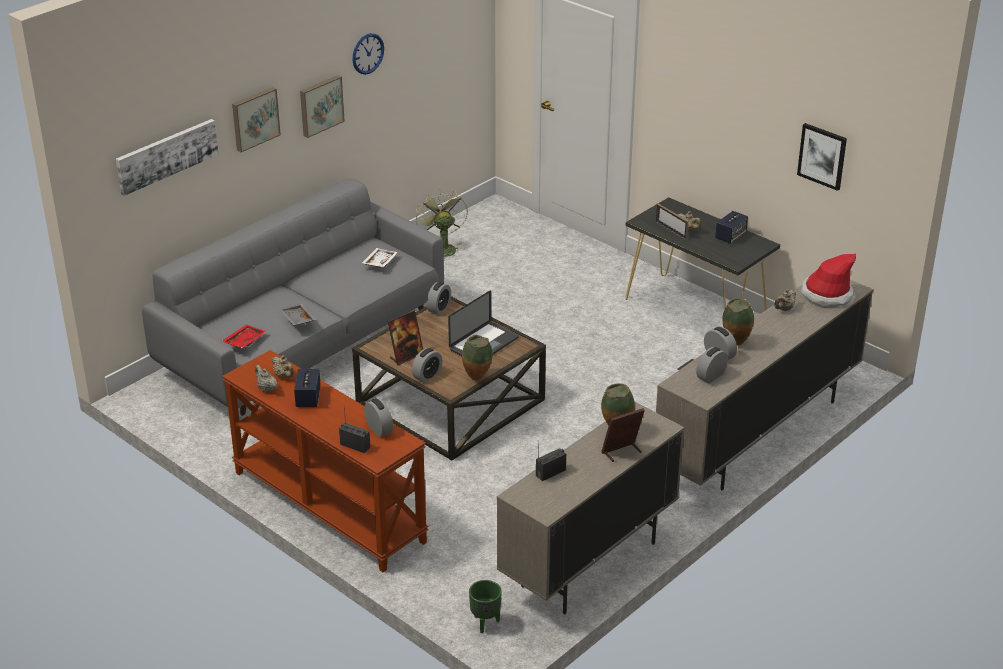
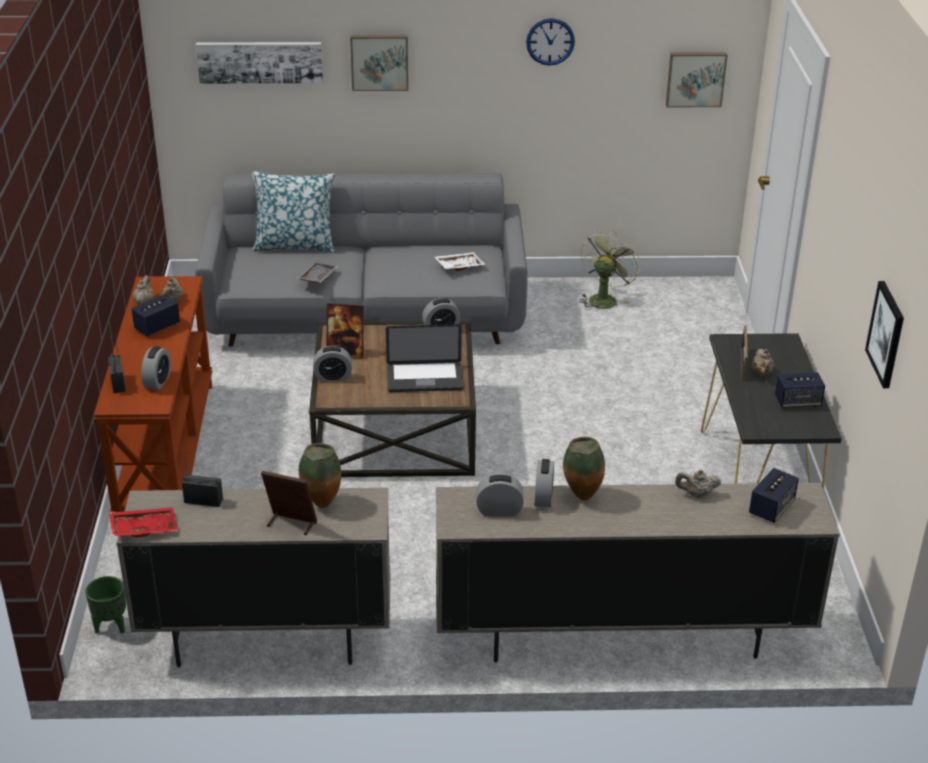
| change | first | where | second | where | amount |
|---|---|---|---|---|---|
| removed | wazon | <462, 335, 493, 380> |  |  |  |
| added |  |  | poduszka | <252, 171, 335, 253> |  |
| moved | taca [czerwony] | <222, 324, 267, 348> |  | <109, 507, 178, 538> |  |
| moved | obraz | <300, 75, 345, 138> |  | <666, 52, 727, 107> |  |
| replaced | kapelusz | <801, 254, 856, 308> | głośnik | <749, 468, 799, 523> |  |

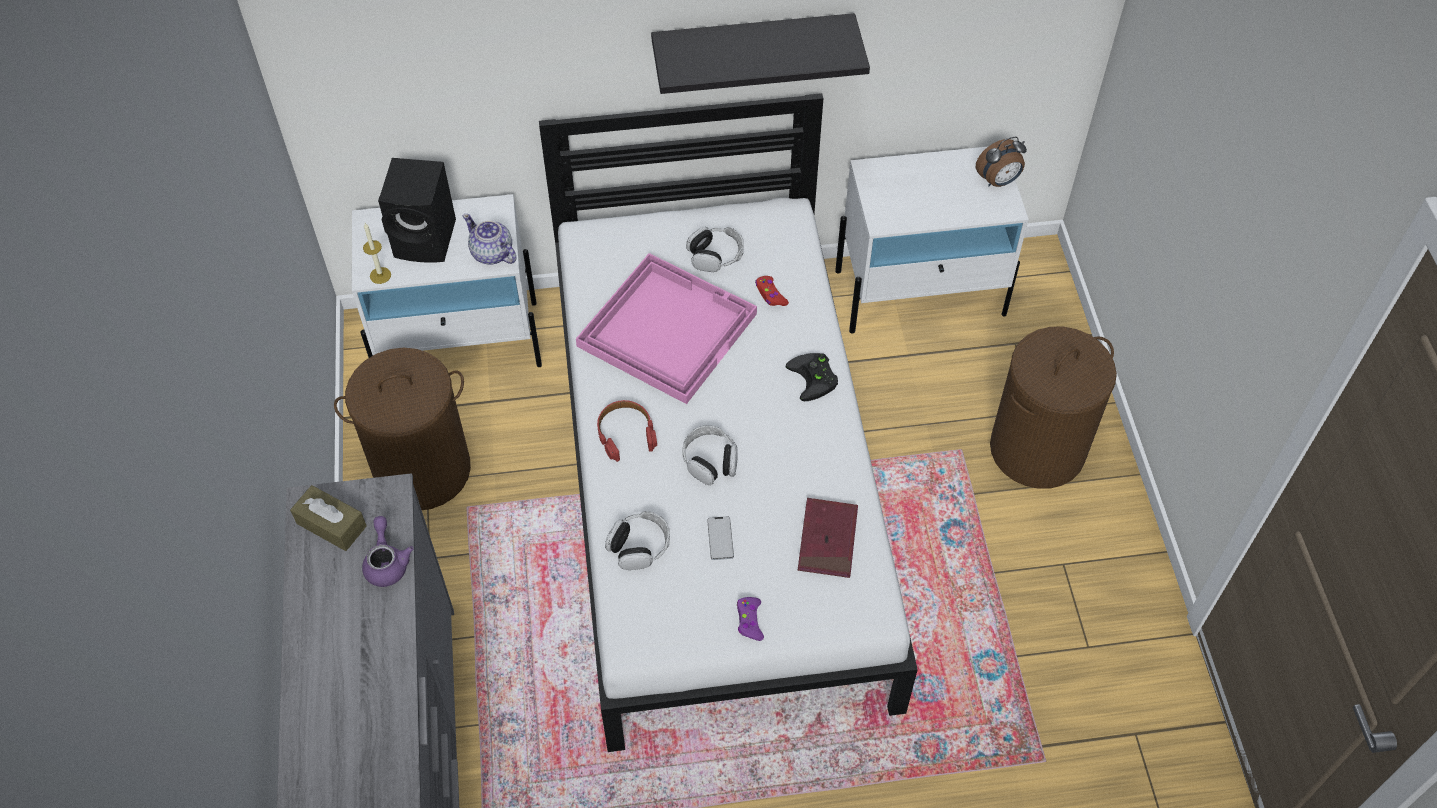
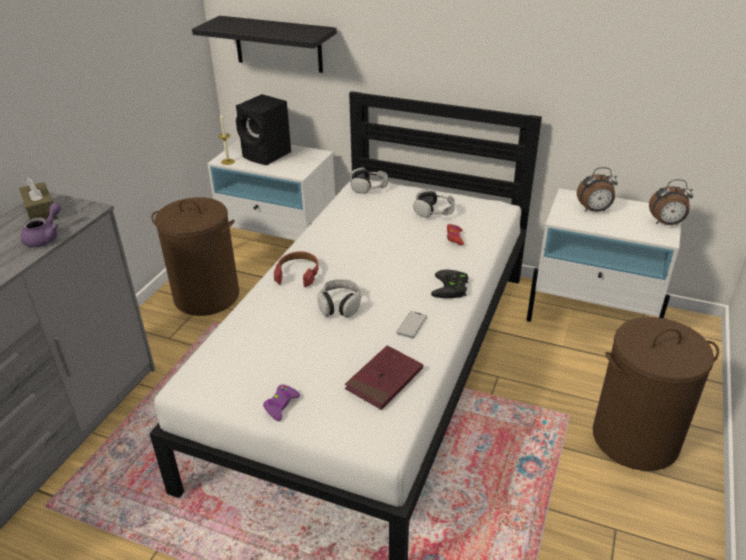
| change | first | where | second | where | amount |
|---|---|---|---|---|---|
| removed | imbryk | <463, 214, 516, 264> |  |  |  |
| removed | taca [różowy] | <576, 253, 757, 404> |  |  |  |
| added |  |  | budzik | <577, 167, 618, 212> |  |
| moved | słuchawki | <605, 511, 670, 570> |  | <350, 168, 388, 194> |  |
| moved | półka [czarny] | <651, 13, 870, 94> |  | <192, 16, 337, 73> |  |
| moved | telefon | <707, 516, 734, 560> |  | <397, 311, 427, 338> |  |

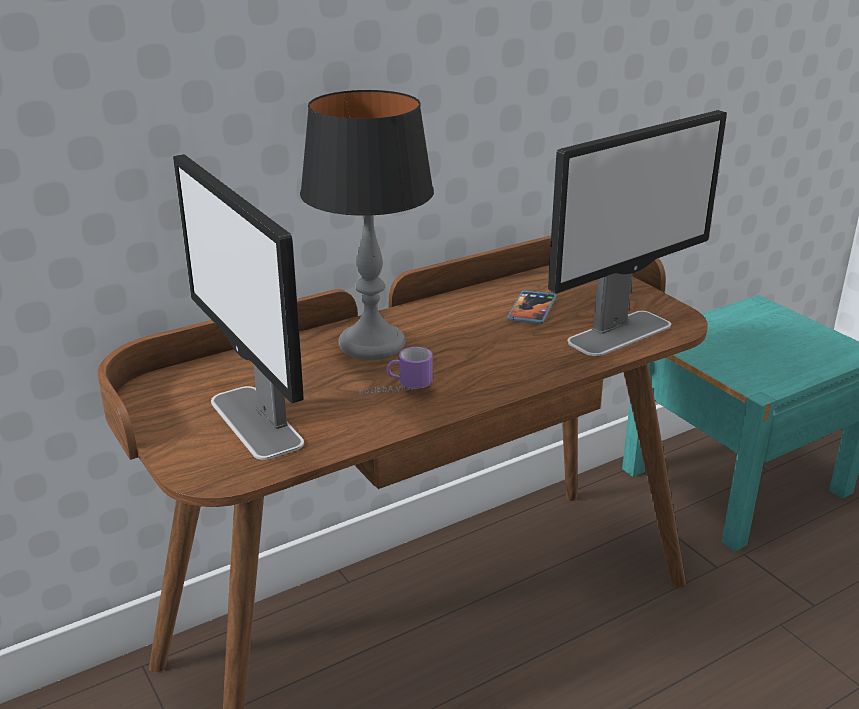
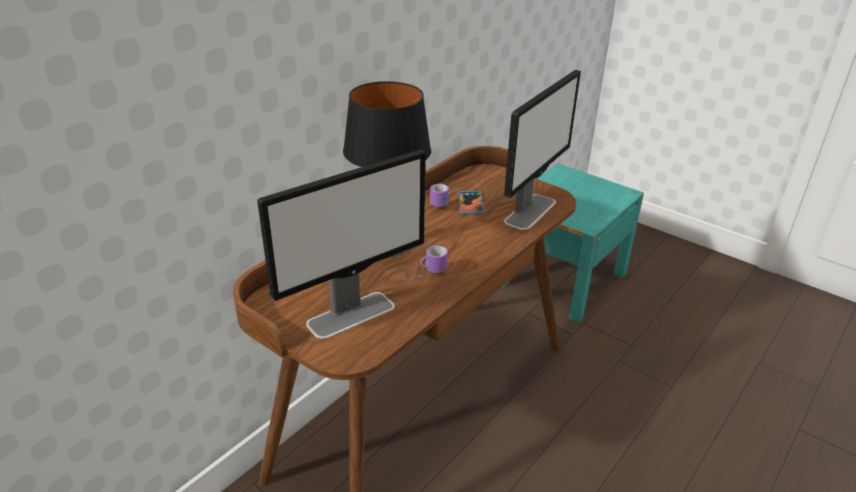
| change | first | where | second | where | amount |
|---|---|---|---|---|---|
| added |  |  | kubek | <430, 184, 451, 207> |  |
| turned | monitor | <173, 154, 304, 460> |  | <257, 150, 426, 339> | 75 degrees counterclockwise |

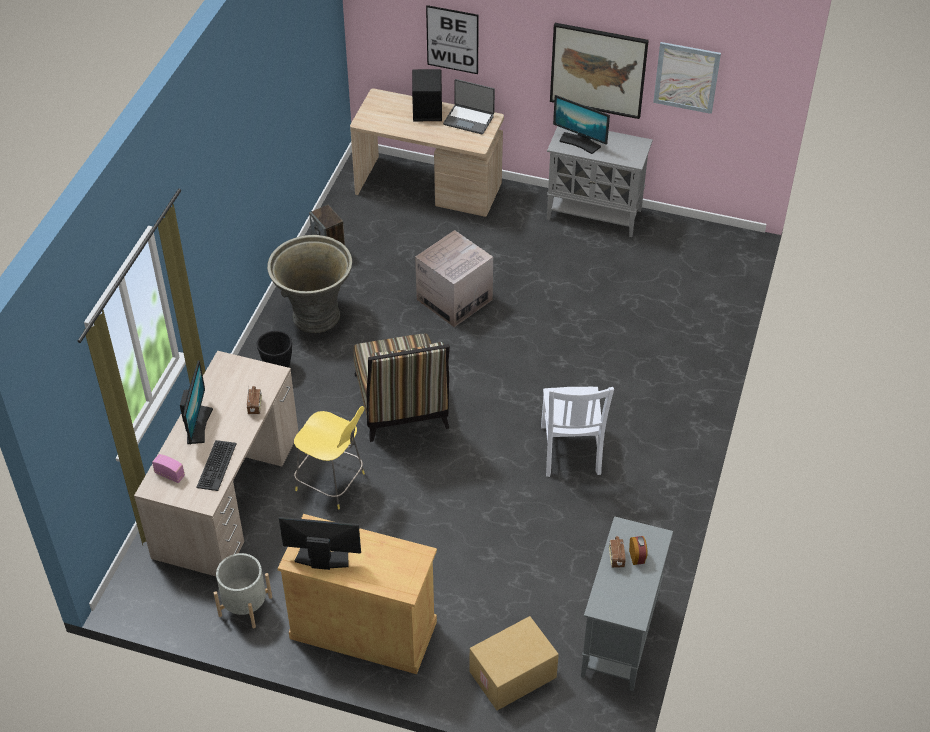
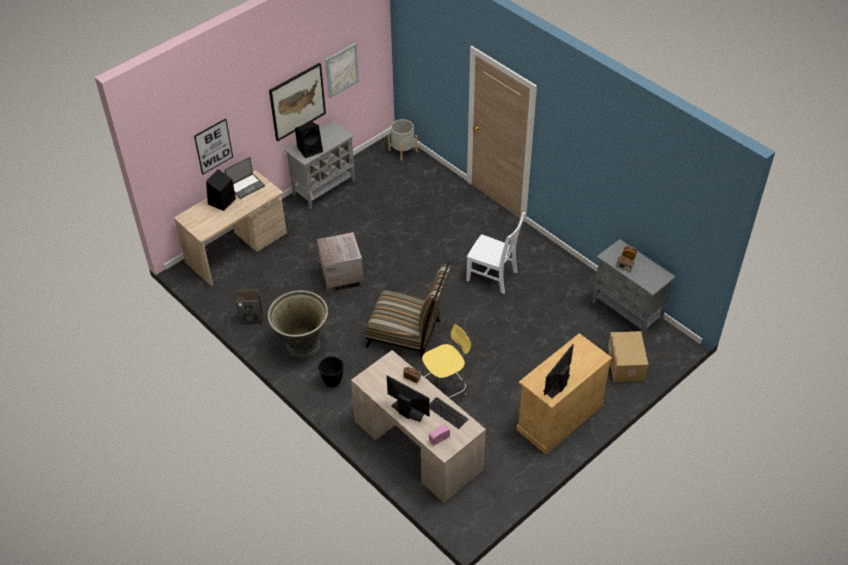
| change | first | where | second | where | amount |
|---|---|---|---|---|---|
| moved | donica [szary] | <214, 553, 272, 629> |  | <388, 119, 417, 161> |  |
| replaced | monitor | <553, 95, 610, 154> | głośnik [czarny] | <295, 122, 323, 158> |  |

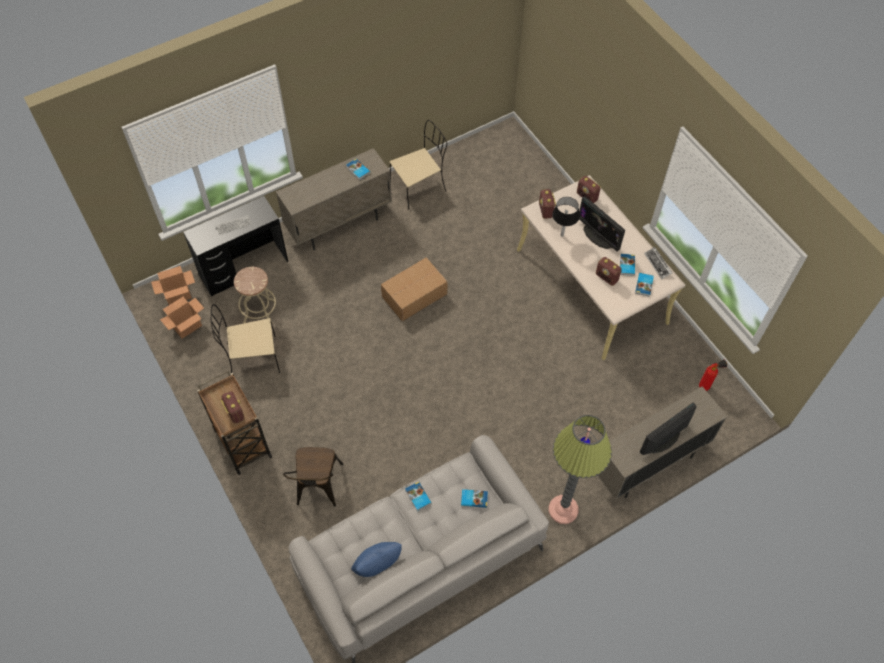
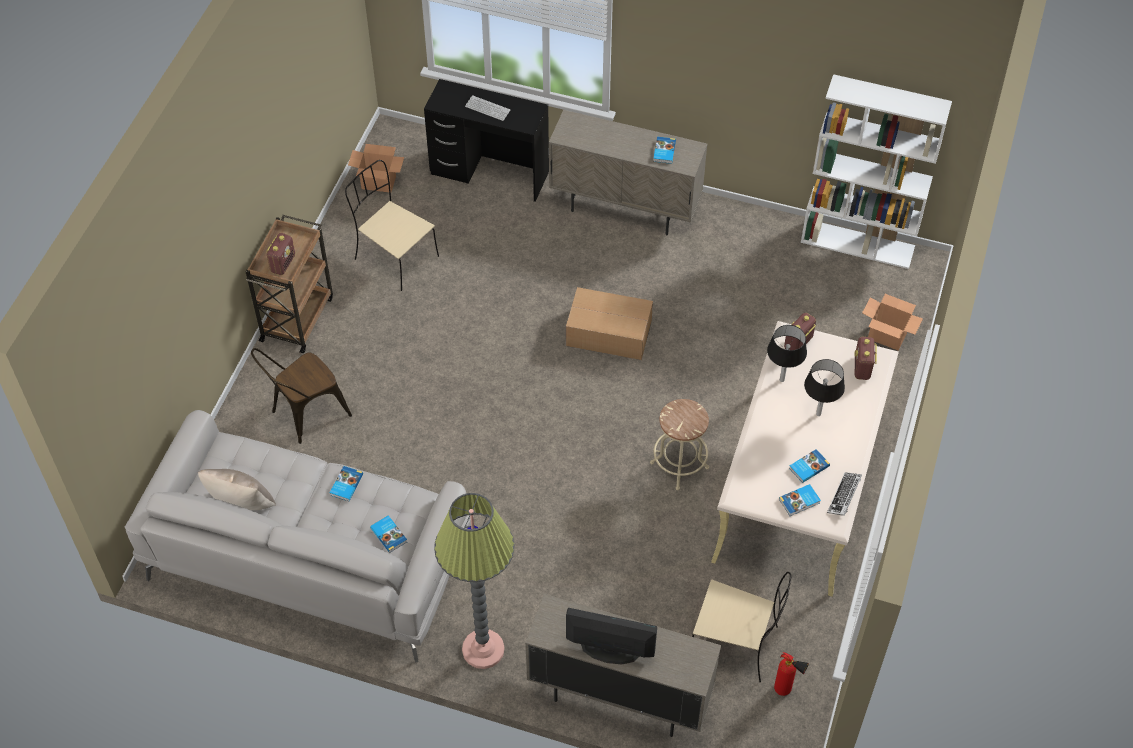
| change | first | where | second | where | amount |
|---|---|---|---|---|---|
| removed | radio | <596, 257, 622, 286> |  |  |  |
| added |  |  | regał [biały] | <801, 74, 952, 269> |  |
| moved | karton | <151, 266, 195, 305> |  | <862, 294, 923, 350> |  |
| moved | stołek [beżowy] | <234, 267, 276, 324> |  | <650, 399, 709, 490> |  |
| moved | krzesło [beżowy] | <389, 120, 447, 209> |  | <692, 572, 791, 682> |  |
| replaced | monitor | <579, 196, 625, 252> | lampa stołowa [czarny] | <804, 359, 845, 416> |  |
| recoloured | poduszka [niebieski] | <351, 542, 402, 577> | poduszka [beżowy] | <198, 469, 276, 510> |  |

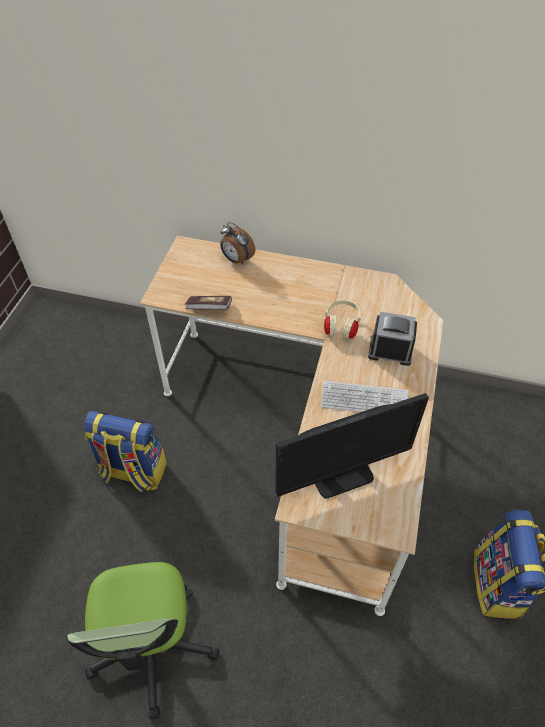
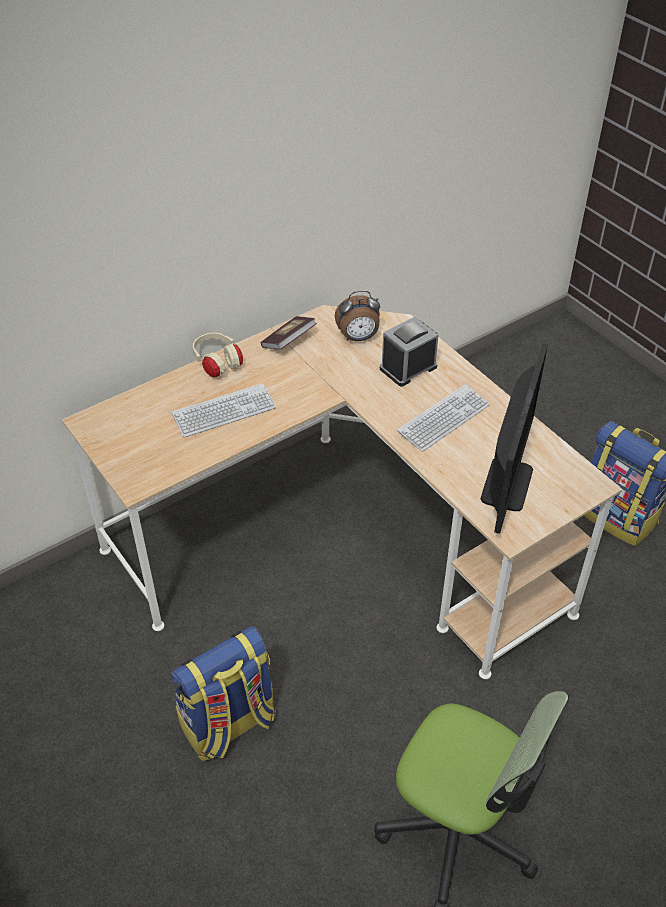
| change | first | where | second | where | amount |
|---|---|---|---|---|---|
| added |  |  | klawiatura | <172, 383, 276, 438> |  |
| moved | książka | <185, 296, 232, 310> |  | <261, 316, 317, 350> |  |
| moved | budzik | <220, 222, 255, 265> |  | <335, 290, 380, 341> |  |
| moved | słuchawki [beżowy] | <324, 300, 361, 339> |  | <193, 332, 243, 378> |  |

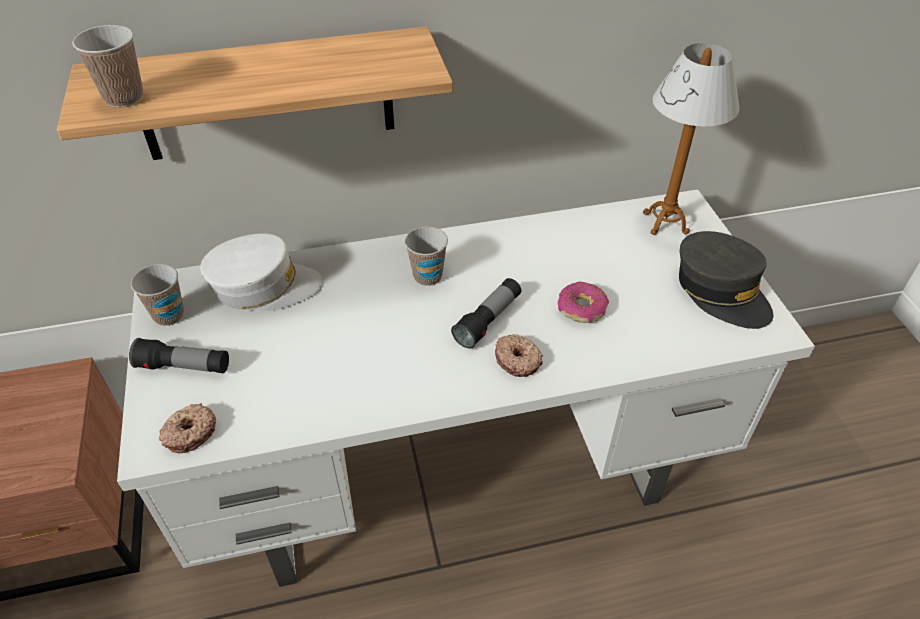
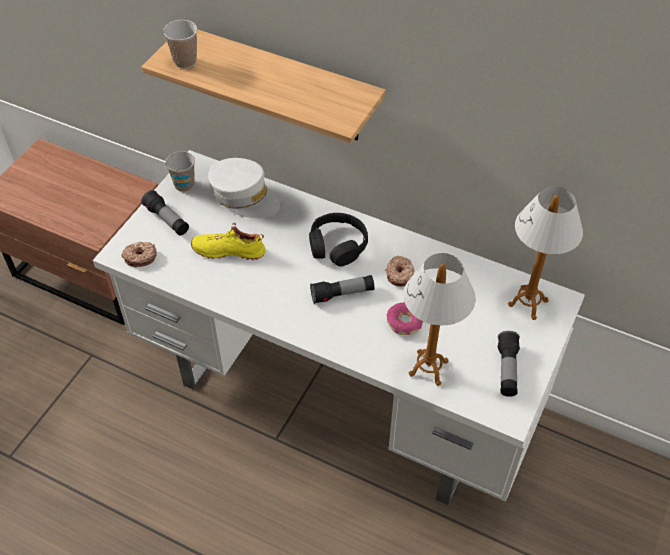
| change | first | where | second | where | amount |
|---|---|---|---|---|---|
| added |  |  | but [żółty] | <191, 223, 265, 260> |  |
| added |  |  | lampa stołowa | <403, 253, 476, 386> |  |
| moved | donut | <495, 334, 543, 377> |  | <385, 256, 414, 286> |  |
| replaced | filiżanka | <405, 227, 448, 286> | słuchawki [czarny] | <309, 213, 368, 266> |  |
| replaced | czapka z daszkiem [szary] | <679, 231, 773, 329> | latarka | <498, 331, 520, 397> |  |

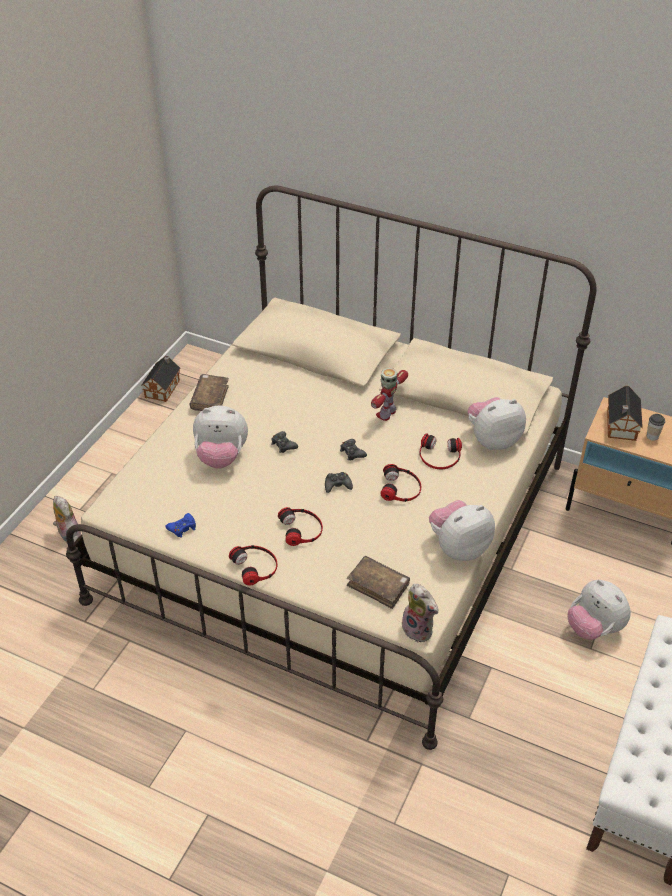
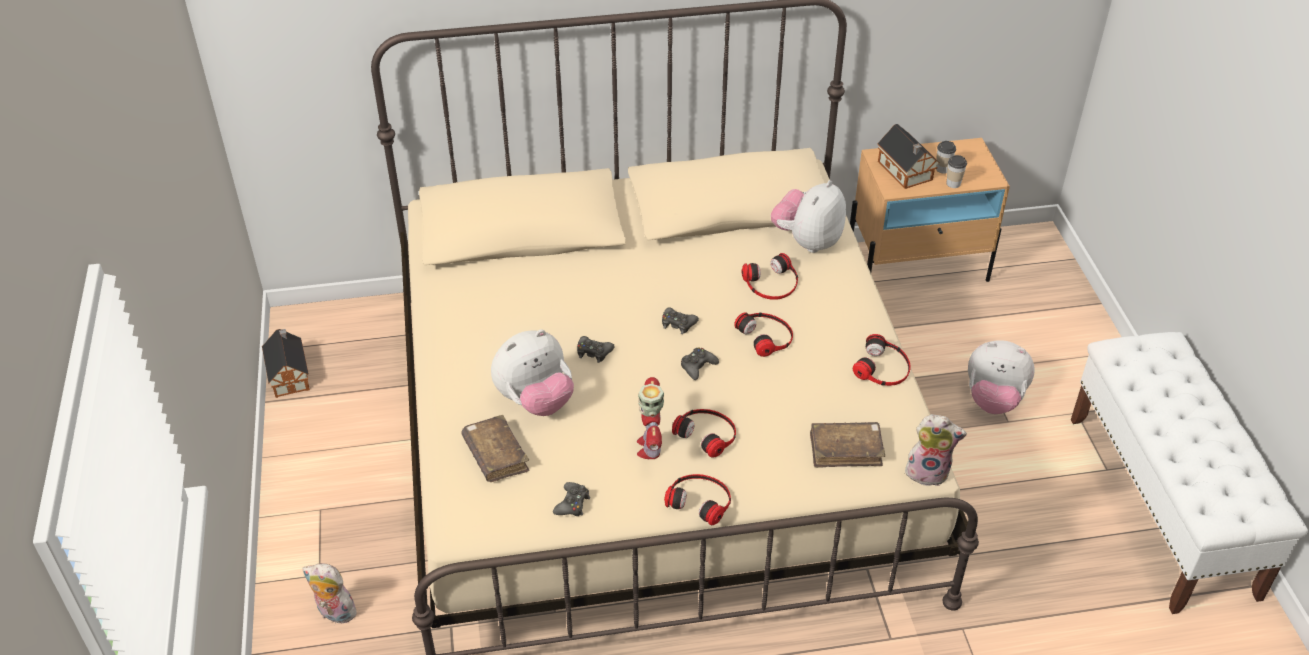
| change | first | where | second | where | amount |
|---|---|---|---|---|---|
| added |  |  | filiżanka | <947, 155, 967, 188> |  |
| moved | książka [brązowy] | <190, 374, 229, 411> |  | <461, 415, 530, 482> |  |
| moved | robot zabawkowy | <371, 368, 408, 421> |  | <637, 377, 664, 459> |  |
| replaced | pluszak | <429, 500, 495, 561> | słuchawki | <853, 334, 911, 386> |  |
| recoloured | pad do gier [niebieski] | <165, 513, 196, 537> | pad do gier [czarny] | <553, 482, 590, 516> |  |

